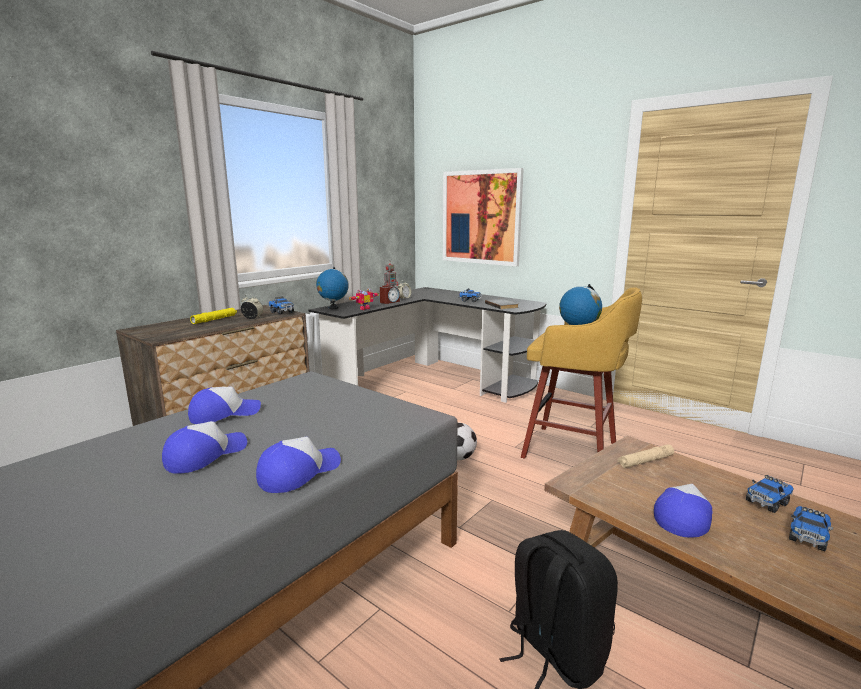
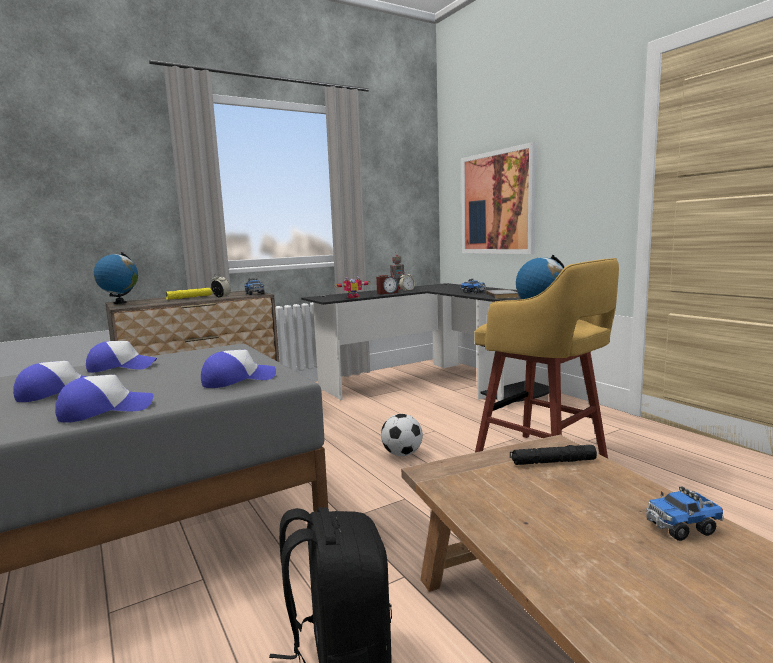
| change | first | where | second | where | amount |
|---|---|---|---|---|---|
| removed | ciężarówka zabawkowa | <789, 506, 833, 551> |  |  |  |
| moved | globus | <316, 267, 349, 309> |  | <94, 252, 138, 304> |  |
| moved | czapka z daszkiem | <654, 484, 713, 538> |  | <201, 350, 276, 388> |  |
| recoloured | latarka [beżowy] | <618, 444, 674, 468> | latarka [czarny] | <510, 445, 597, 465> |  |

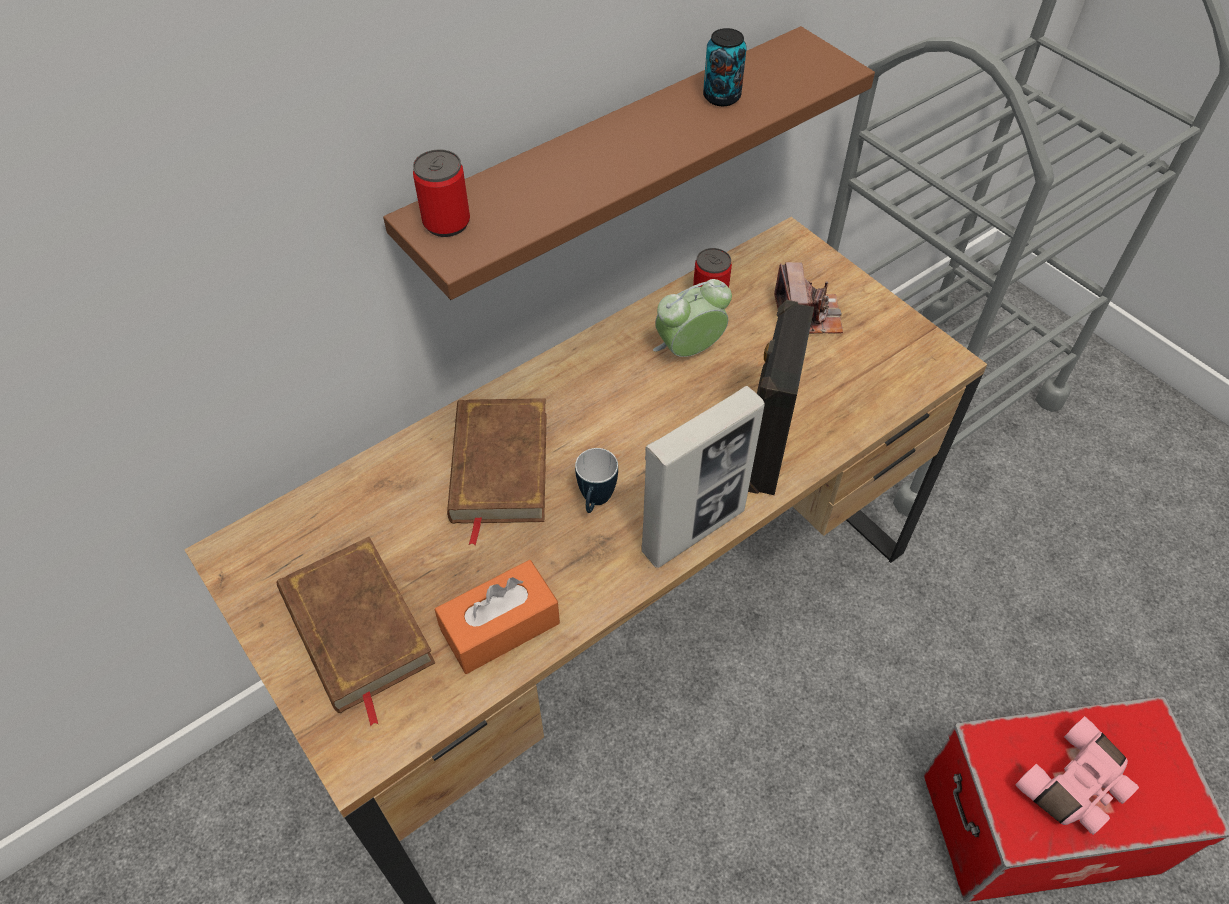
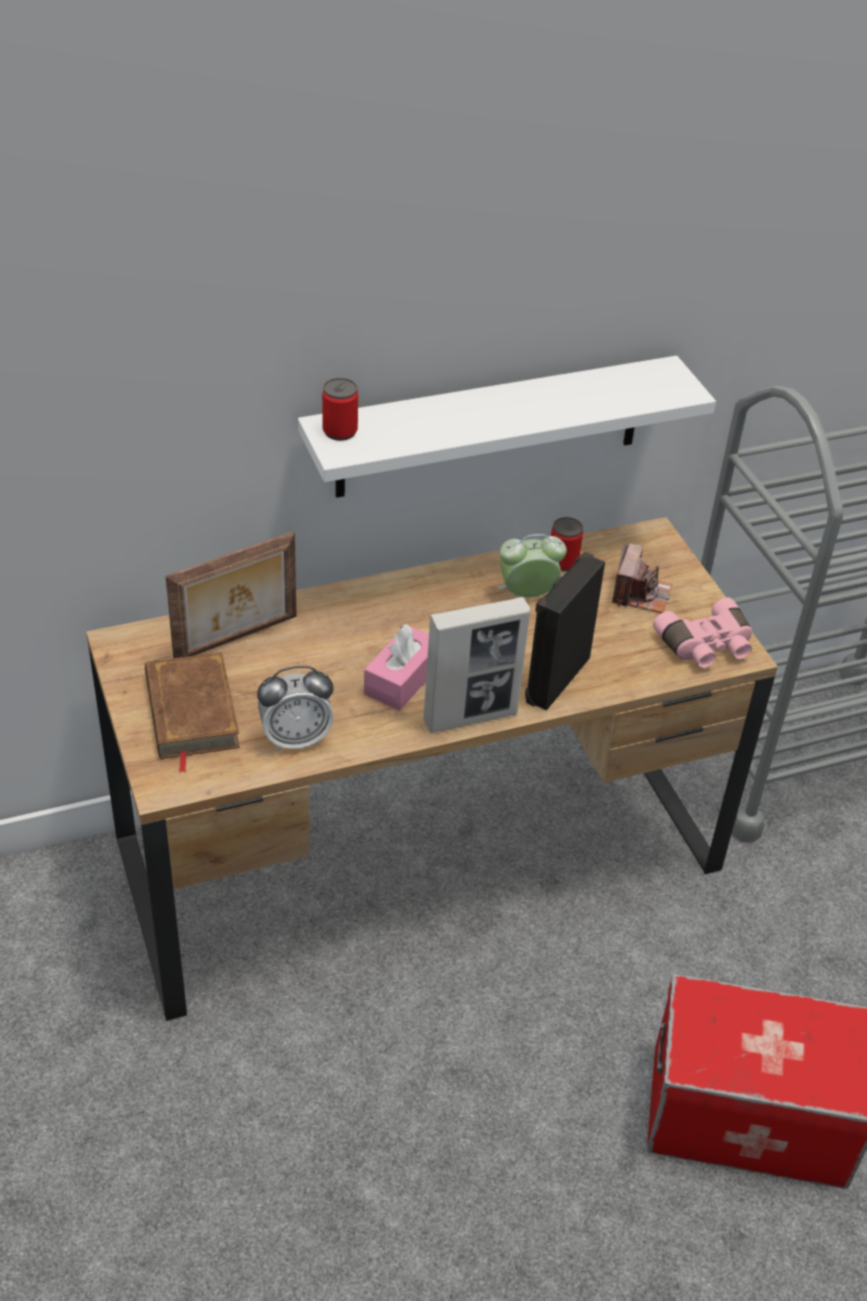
| change | first | where | second | where | amount |
|---|---|---|---|---|---|
| removed | książka [brązowy] | <447, 398, 547, 545> |  |  |  |
| removed | puszka | <703, 28, 747, 106> |  |  |  |
| added |  |  | ramka na zdjęcie | <166, 531, 297, 658> |  |
| moved | lornetka [różowy] | <1015, 716, 1139, 835> |  | <653, 597, 752, 668> |  |
| replaced | pudełko chusteczek [pomarańczowy] | <435, 560, 560, 674> | budzik | <257, 666, 334, 751> |  |
| replaced | kubek | <575, 448, 618, 513> | pudełko chusteczek [różowy] | <364, 624, 429, 711> |  |
| recoloured | półka [brązowy] | <383, 26, 875, 300> | półka [biały] | <298, 355, 716, 498> |  |

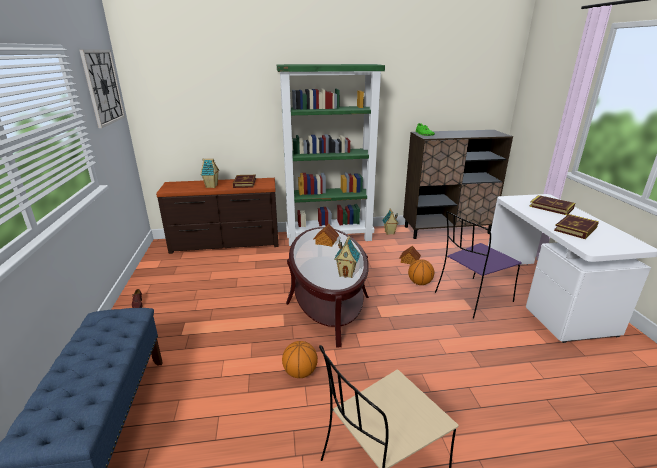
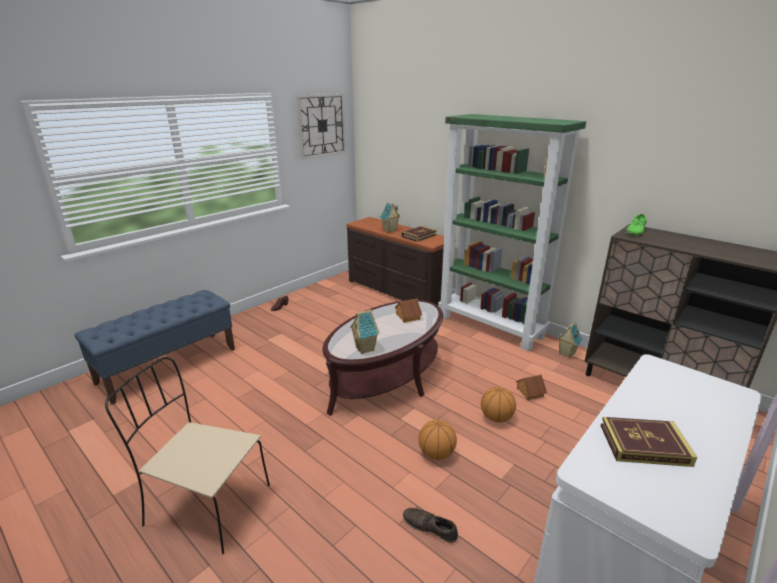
| change | first | where | second | where | amount |
|---|---|---|---|---|---|
| removed | krzesło [fioletowy] | <435, 211, 522, 319> |  |  |  |
| removed | książka | <529, 195, 575, 215> |  |  |  |
| added |  |  | but [brązowy] | <403, 508, 458, 543> |  |
| moved | piłka do koszykówki | <282, 341, 318, 378> |  | <418, 420, 457, 460> |  |

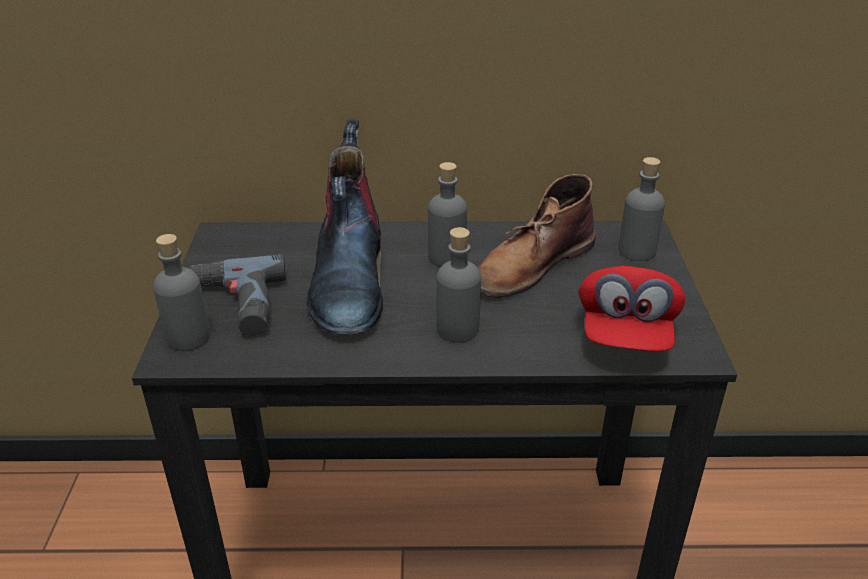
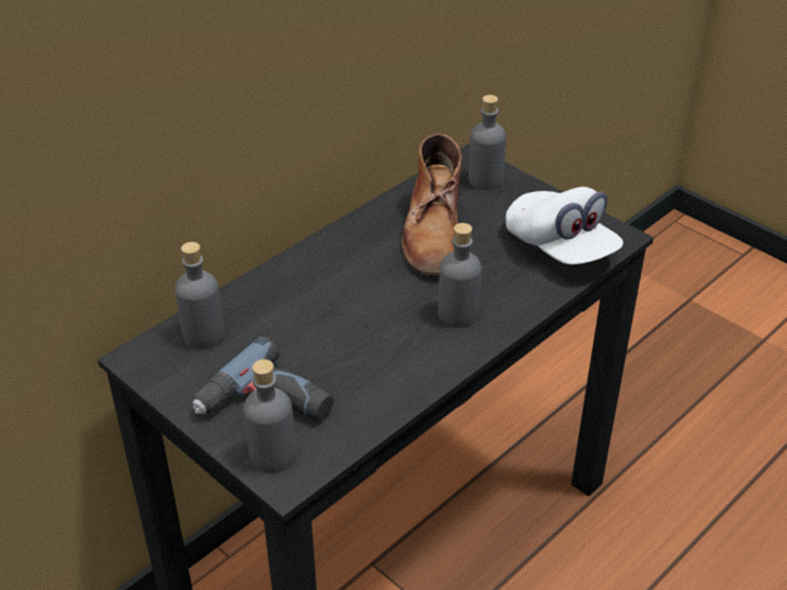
| change | first | where | second | where | amount |
|---|---|---|---|---|---|
| removed | but z cholewką | <306, 120, 383, 335> |  |  |  |
| moved | butelka [szary] | <428, 162, 467, 266> |  | <175, 242, 224, 348> |  |
| recoloured | czapka z daszkiem [czerwony] | <578, 266, 685, 351> | czapka z daszkiem [biały] | <506, 187, 623, 265> |  |

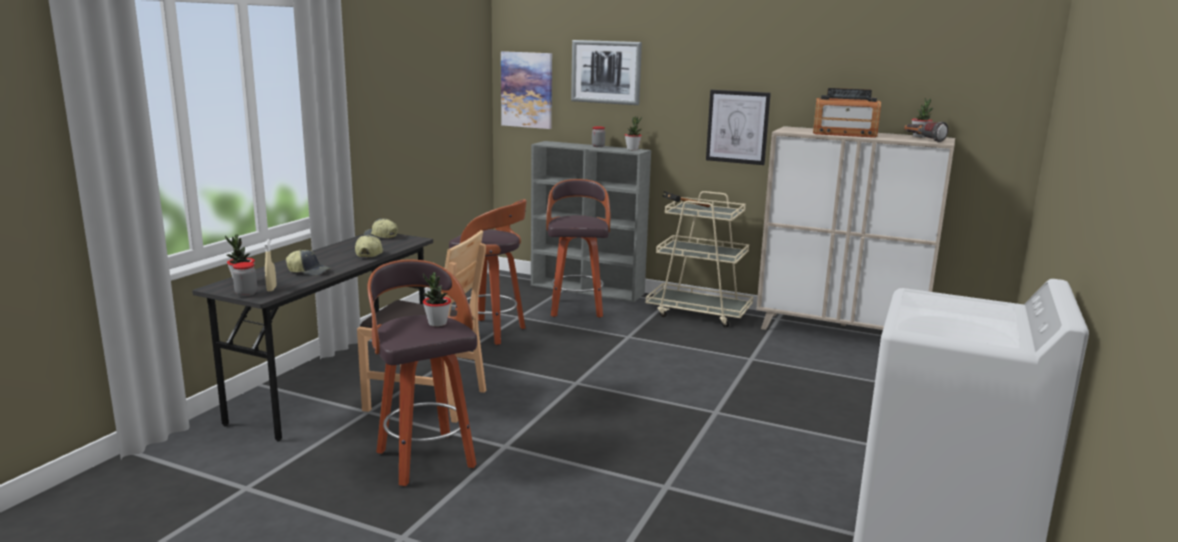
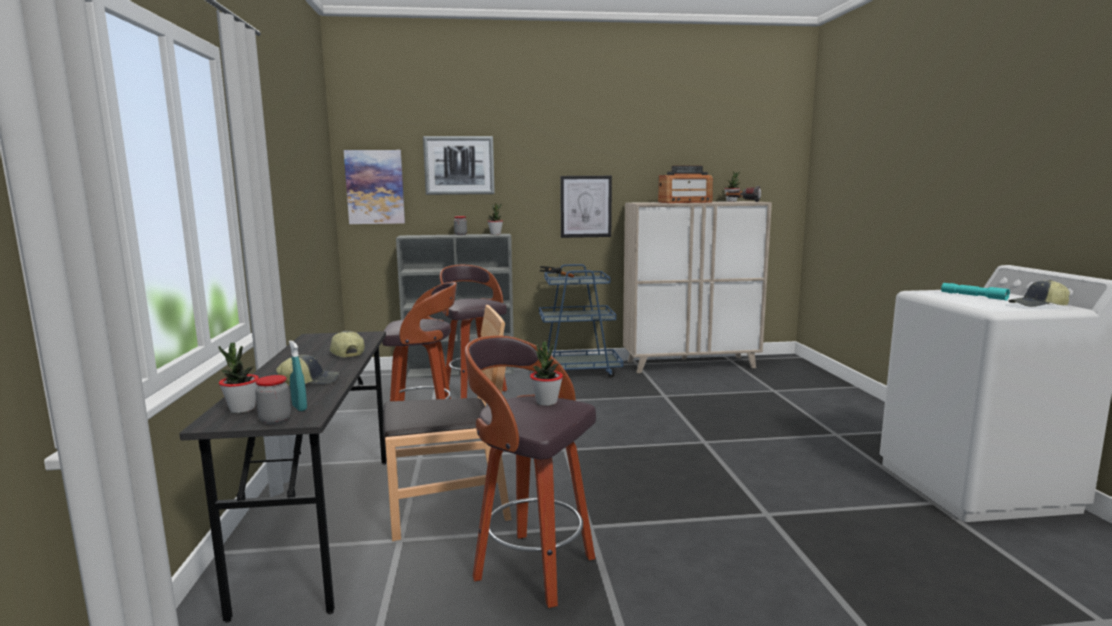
| change | first | where | second | where | amount |
|---|---|---|---|---|---|
| added |  |  | latarka [turkusowy] | <941, 283, 1010, 301> |  |
| moved | czapka z daszkiem | <364, 218, 398, 238> |  | <1008, 280, 1070, 307> |  |
| recoloured | spryskiwacz [beżowy] | <265, 239, 276, 291> | spryskiwacz [turkusowy] | <289, 340, 307, 411> |  |
| recoloured | wózek [beżowy] | <646, 191, 753, 328> | wózek [niebieski] | <539, 264, 623, 378> |  |

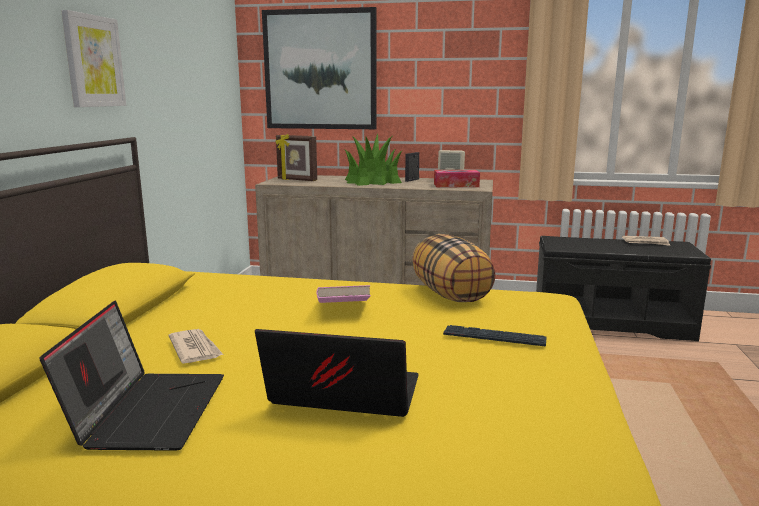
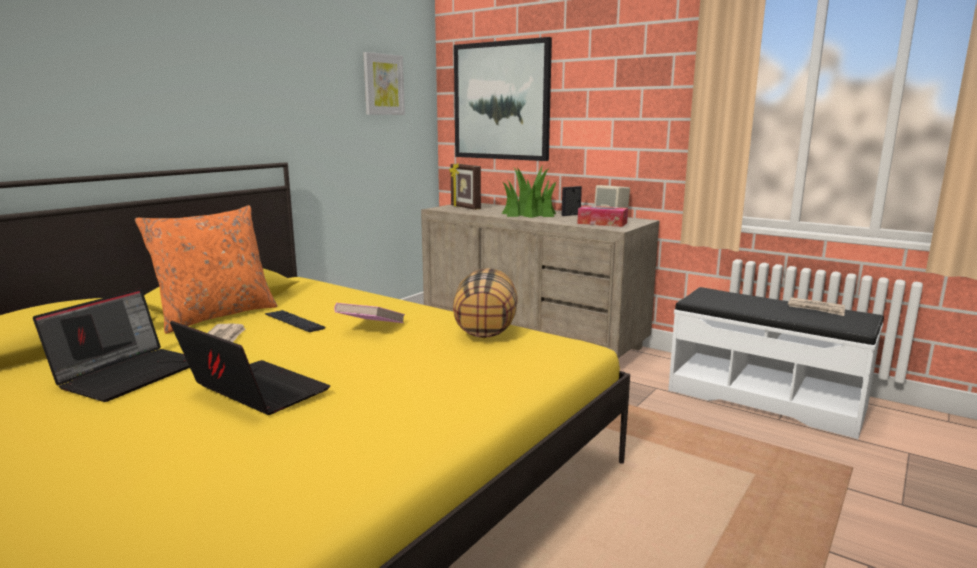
| change | first | where | second | where | amount |
|---|---|---|---|---|---|
| added |  |  | poduszka [pomarańczowy] | <135, 205, 278, 334> |  |
| moved | obraz | <61, 10, 126, 107> |  | <363, 52, 405, 115> |  |
| moved | klawiatura | <443, 325, 547, 347> |  | <265, 310, 325, 332> |  |
| recoloured | ławka [czarny] | <536, 236, 711, 341> | ławka [biały] | <668, 287, 884, 439> |  |

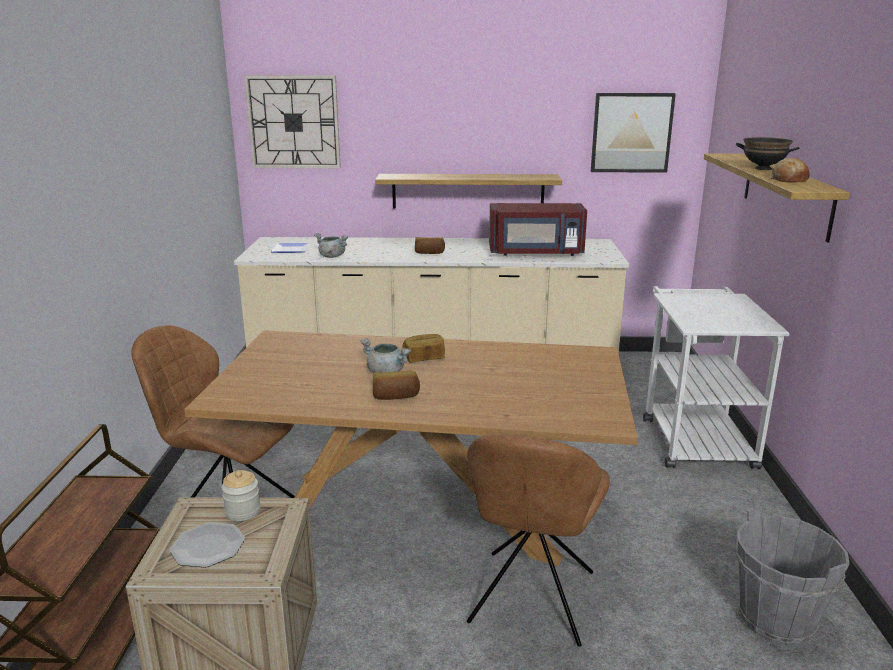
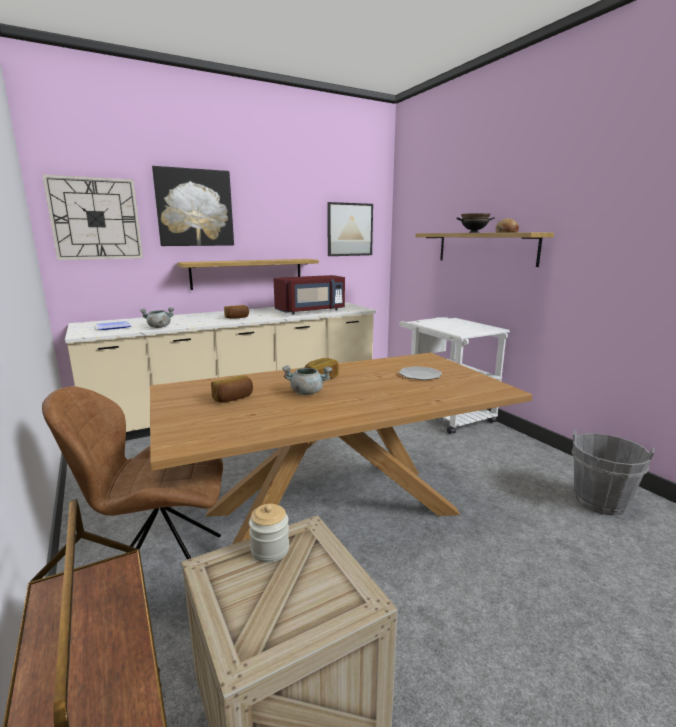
| change | first | where | second | where | amount |
|---|---|---|---|---|---|
| removed | krzesło [brązowy] | <467, 433, 610, 647> |  |  |  |
| added |  |  | obraz | <152, 166, 234, 246> |  |
| moved | talerz | <169, 522, 245, 568> |  | <398, 366, 442, 380> |  |
| moved | chleb | <373, 370, 420, 400> |  | <211, 375, 253, 402> |  |

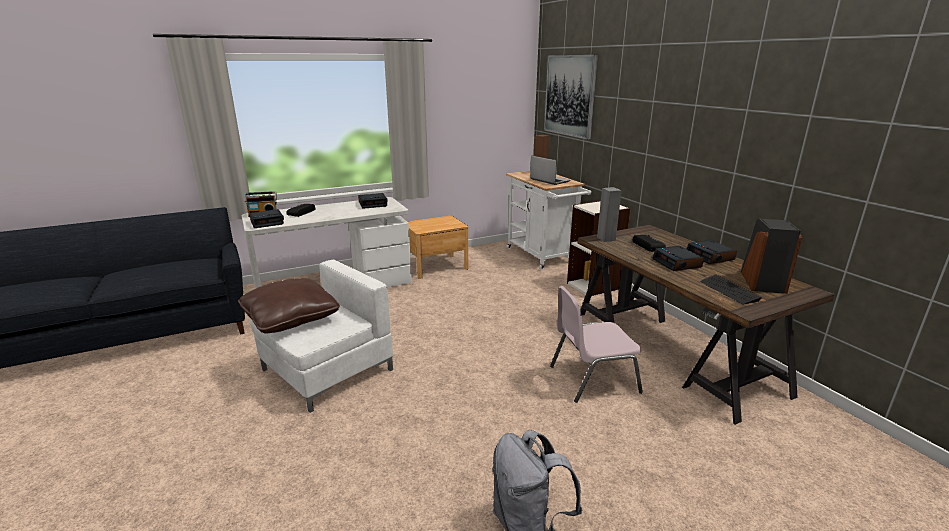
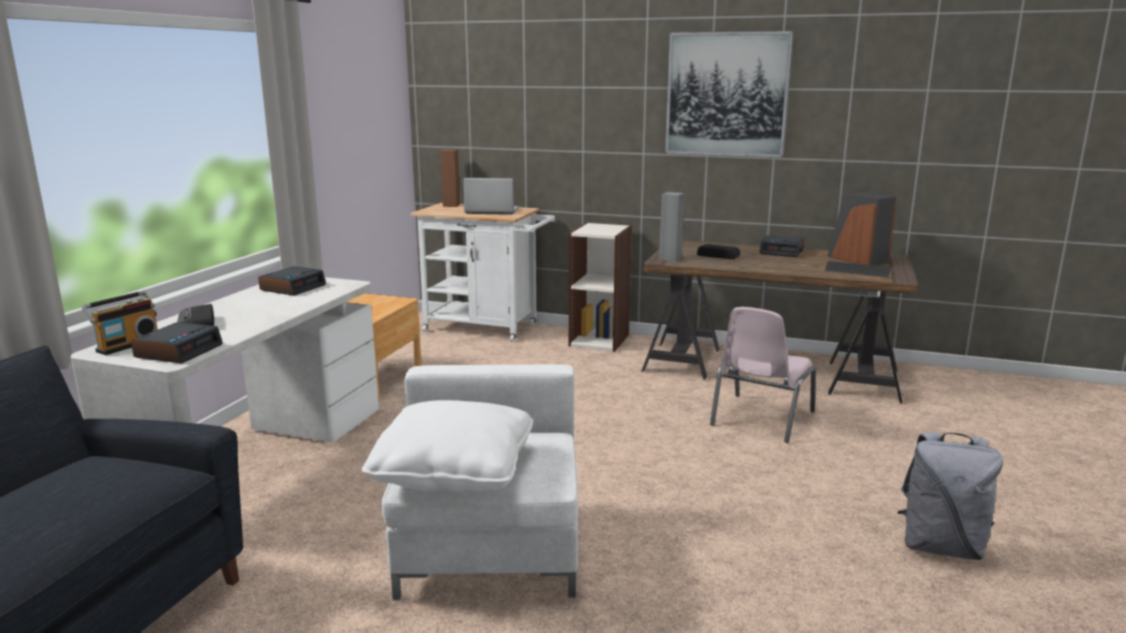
| change | first | where | second | where | amount |
|---|---|---|---|---|---|
| removed | budzik | <653, 246, 704, 271> |  |  |  |
| moved | obraz | <544, 55, 598, 140> |  | <665, 31, 793, 158> |  |
| recoloured | poduszka [brązowy] | <238, 278, 340, 333> | poduszka [biały] | <361, 400, 533, 491> |  |

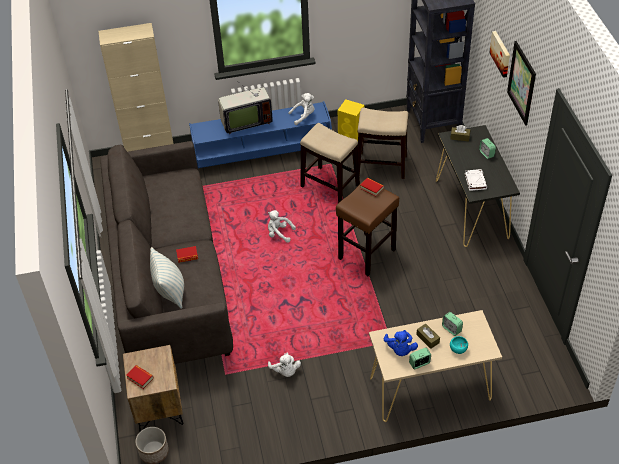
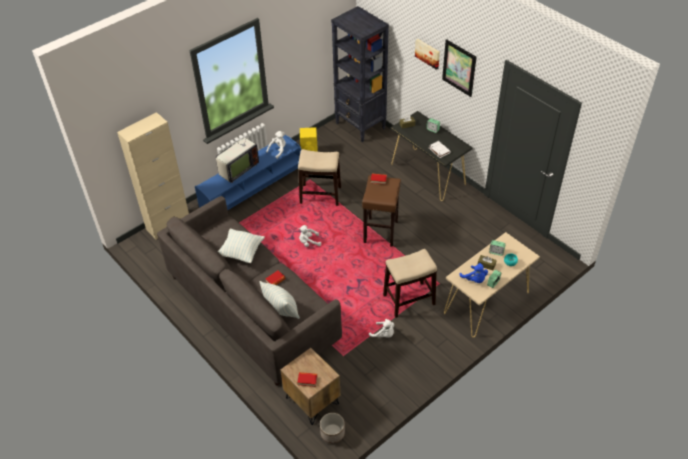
| change | first | where | second | where | amount |
|---|---|---|---|---|---|
| added |  |  | poduszka | <218, 229, 265, 263> |  |
| moved | stołek | <358, 108, 408, 179> |  | <383, 249, 437, 318> |  |

